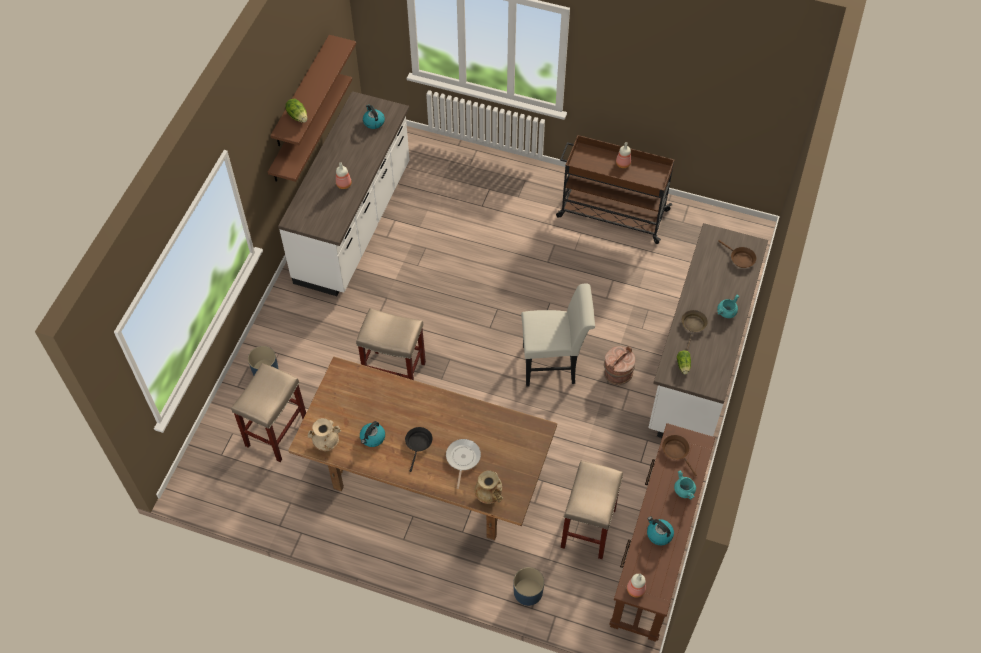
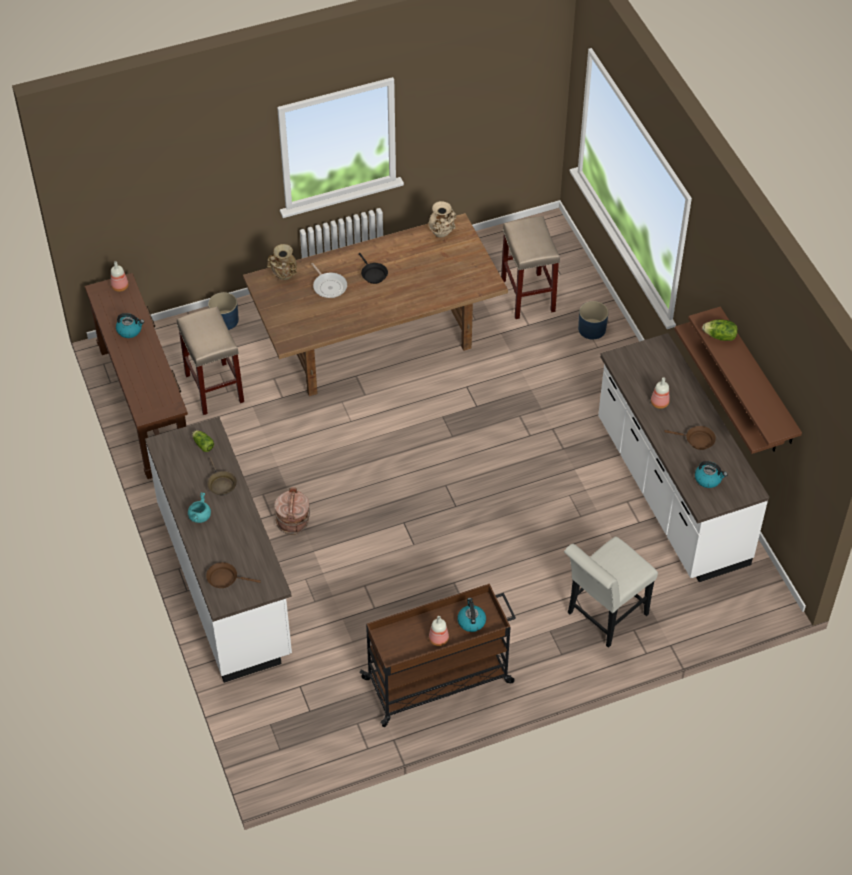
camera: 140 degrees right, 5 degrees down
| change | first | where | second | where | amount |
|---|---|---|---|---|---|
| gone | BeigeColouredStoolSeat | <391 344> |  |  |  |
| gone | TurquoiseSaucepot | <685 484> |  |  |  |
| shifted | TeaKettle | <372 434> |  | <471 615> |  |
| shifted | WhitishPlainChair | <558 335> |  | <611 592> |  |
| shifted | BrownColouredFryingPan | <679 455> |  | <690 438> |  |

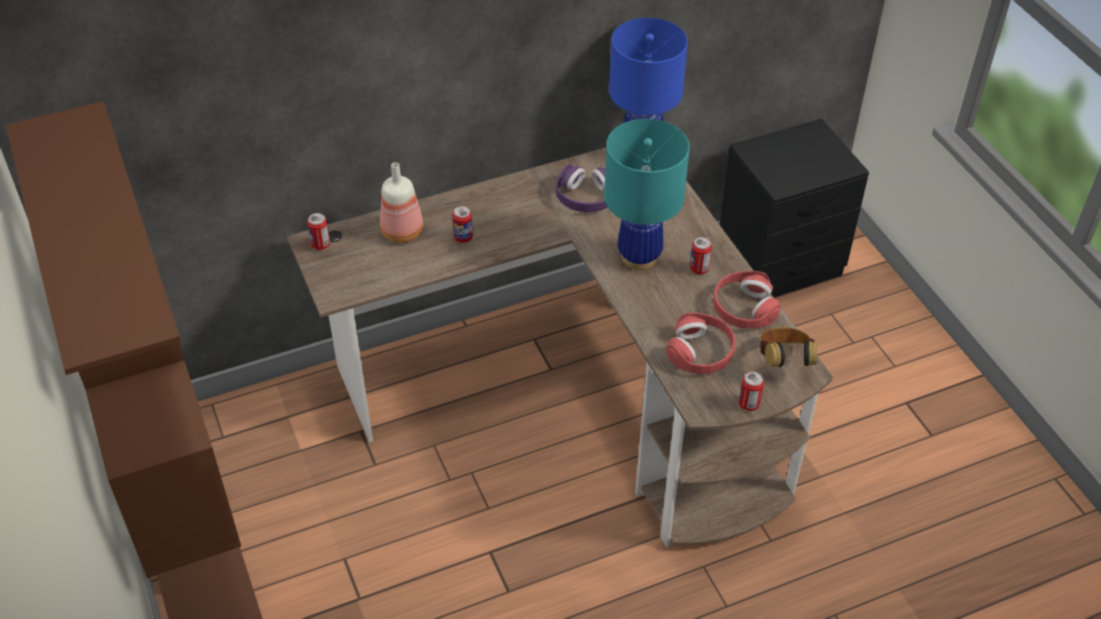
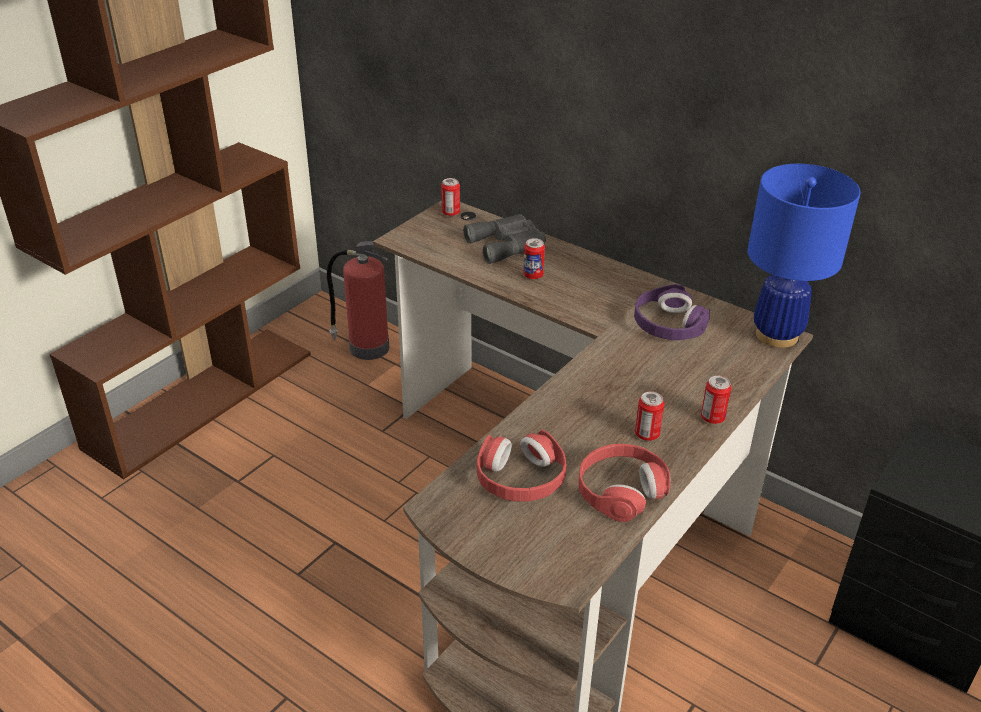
camera: 60 degrees right, 10 degrees down
| change | first | where | second | where | amount |
|---|---|---|---|---|---|
| gone | TurquoiseLampForATable | <647 194> |  |  |  |
| gone | Headphones | <788 347> |  |  |  |
| new |  |  | Extinguisher | <358 300> |  |
| shifted | MetalCan | <751 391> |  | <716 400> |  |
| swapped | BeverageBottle | <402 202> | GrayBinoculars | <504 239> |  |

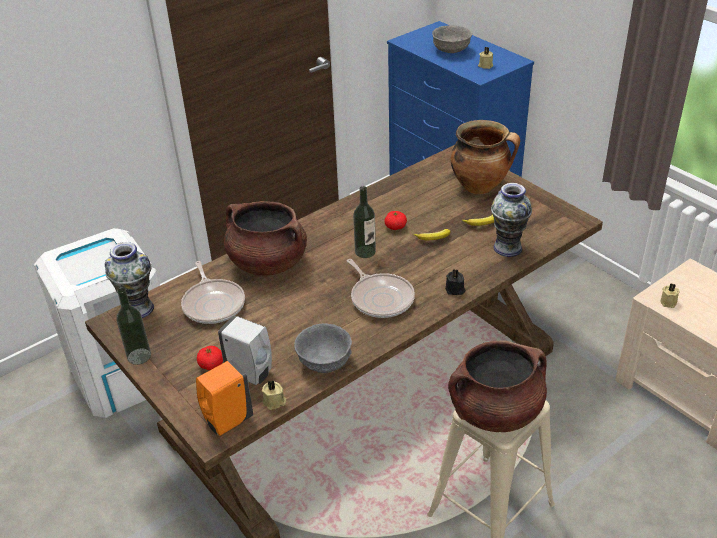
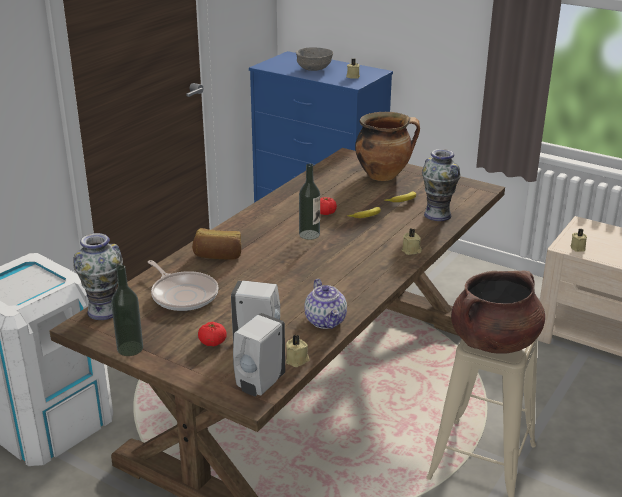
camera: 20 degrees left, 10 degrees down
| change | first | where | second | where | amount |
|---|---|---|---|---|---|
| gone | FryingPan | <381 288> |  |  |  |
| swapped | BrownColouredSaucepot | <265 238> | BakedBread | <216 244> |  |
| swapped | GrayDeepDish | <323 348> | TeaPot | <325 304> |  |
| repainted | OrangeColouredSoapDispenser | <224 397> | WhitishSoapDispenser | <259 355> |  |
| repainted | BlackishWaxLight | <455 282> | BeigeColouredWaxLight | <412 241> |  |

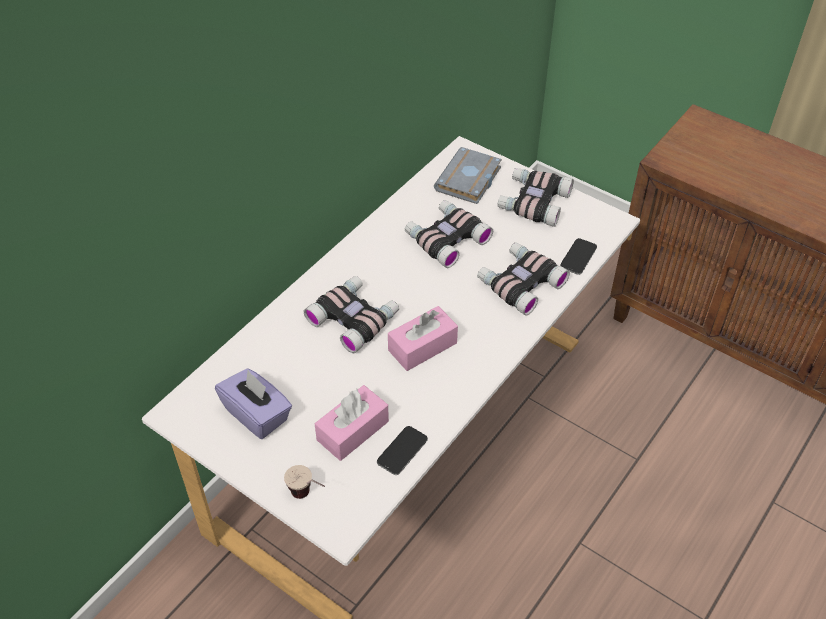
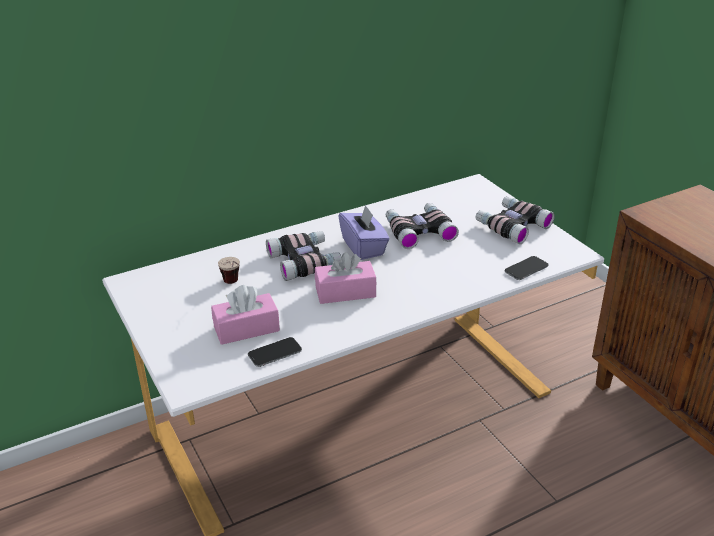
camera: 25 degrees right, 15 degrees down
| change | first | where | second | where | amount |
|---|---|---|---|---|---|
| gone | GrayVolume | <468 175> |  |  |  |
| gone | Binoculars | <523 279> |  |  |  |
| shifted | PurpleColouredTissueBox | <253 404> |  | <364 232> |  |
| shifted | DrinkingCup | <304 482> |  | <229 270> |  |

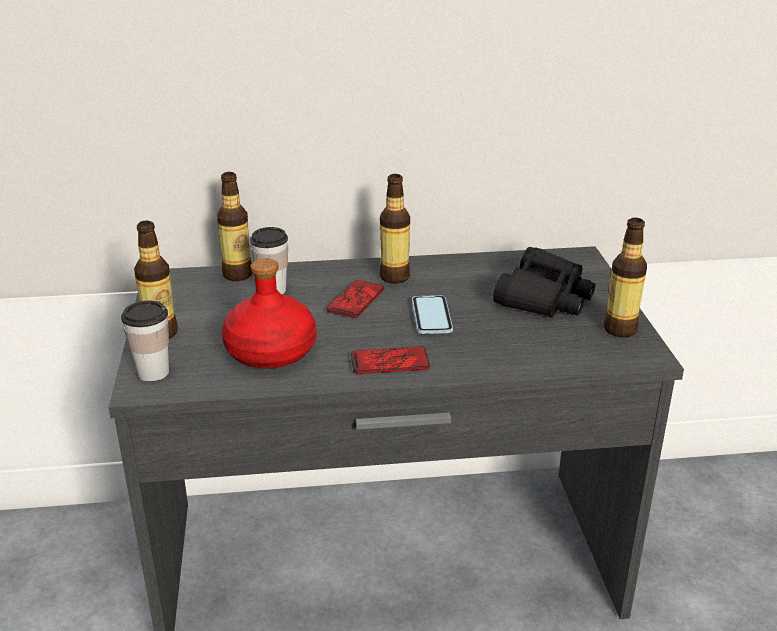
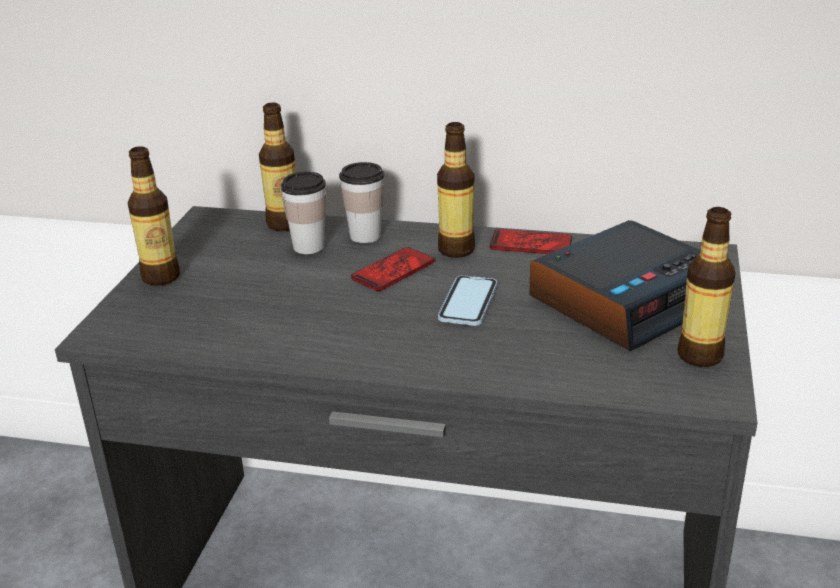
camera: 20 degrees right, 0 degrees up
| change | first | where | second | where | amount |
|---|---|---|---|---|---|
| gone | RedColouredBeverageBottle | <269 313> |  |  |  |
| shifted | DrinkingCup | <145 341> |  | <361 202> |  |
| shifted | Telephone | <390 360> |  | <531 241> |  |
| swapped | BlackishBinoculars | <544 282> | BedsideClock | <614 285> |  |

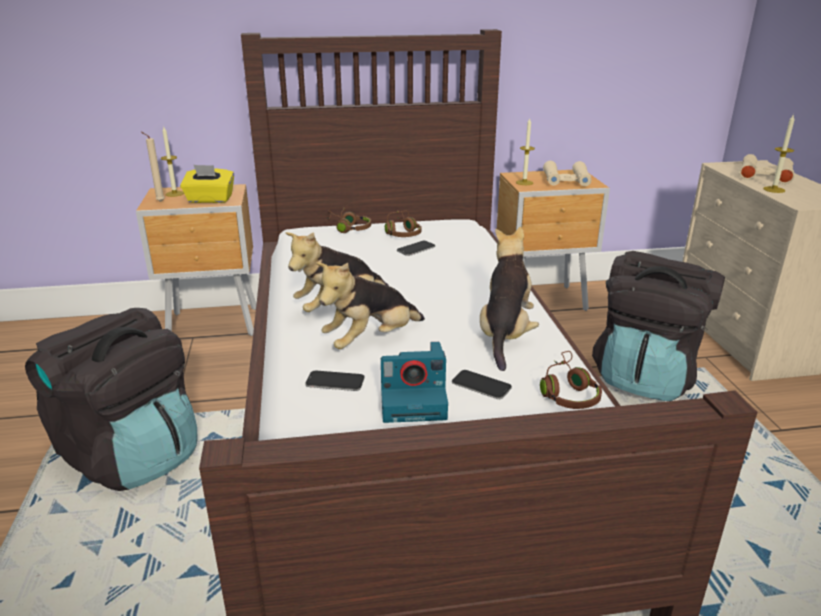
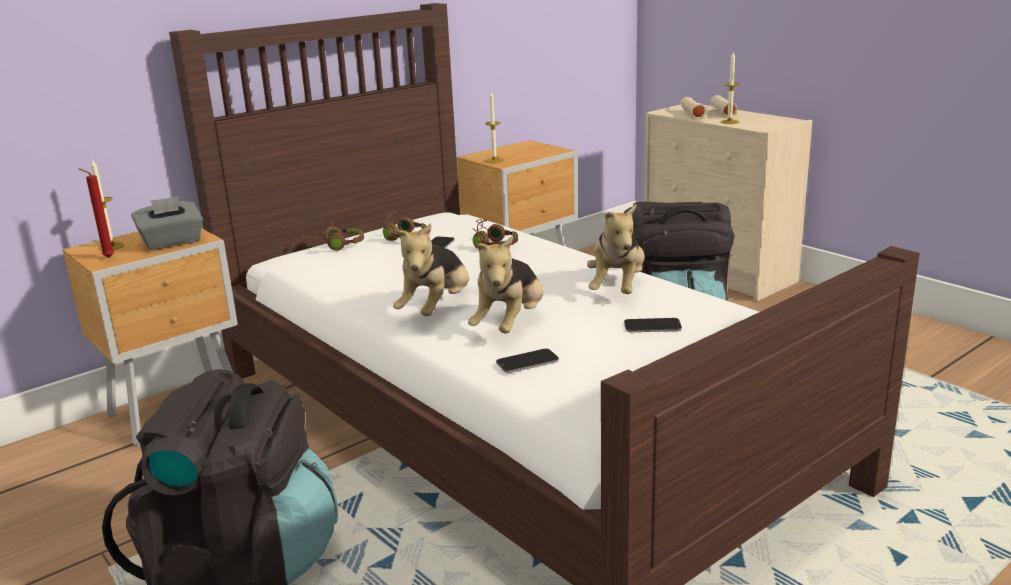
camera: 30 degrees left, 5 degrees down
| change | first | where | second | where | amount |
|---|---|---|---|---|---|
| gone | StillCamera | <414 382> |  |  |  |
| gone | BeigeColouredBinoculars | <567 173> |  |  |  |
| shifted | BrownColouredHeadphones | <571 380> |  | <495 233> |  |
| repainted | BeigeColouredWaxLight | <153 167> | RedColouredWaxLight | <96 213> |  |
| repainted | YellowishTissueBox | <207 184> | GrayTissueBox | <167 223> |  |
| rotated | PlushToy | <509 299> |  | <616 249> | 150 degrees counterclockwise |

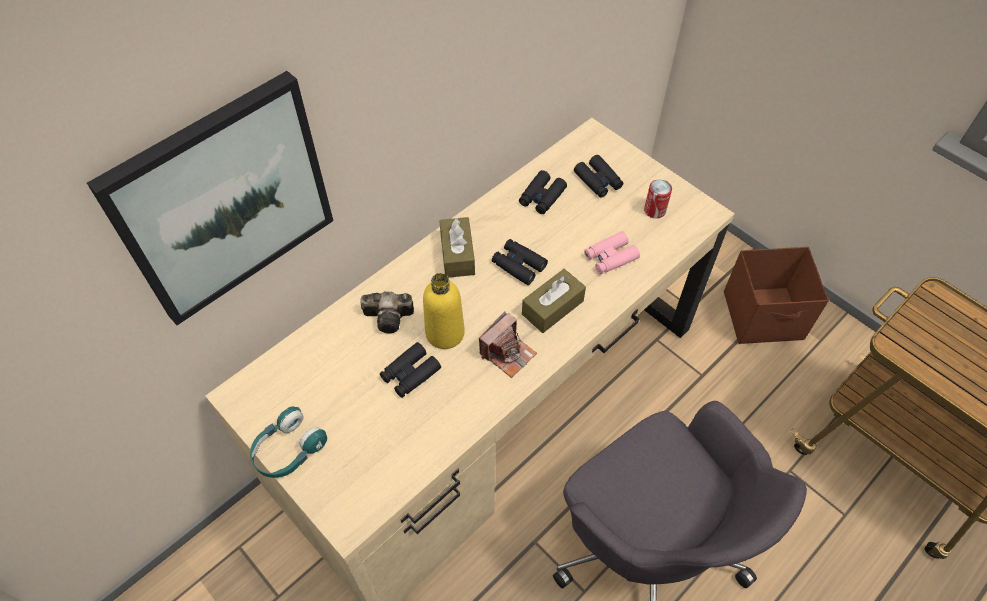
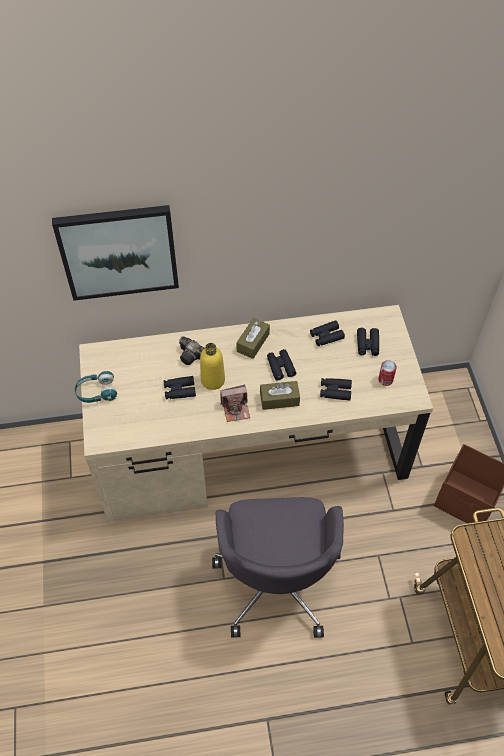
camera: 35 degrees right, 0 degrees up
| change | first | where | second | where | amount |
|---|---|---|---|---|---|
| repainted | PinkishBinoculars | <612 252> | BlackishBinoculars | <336 389> |  |

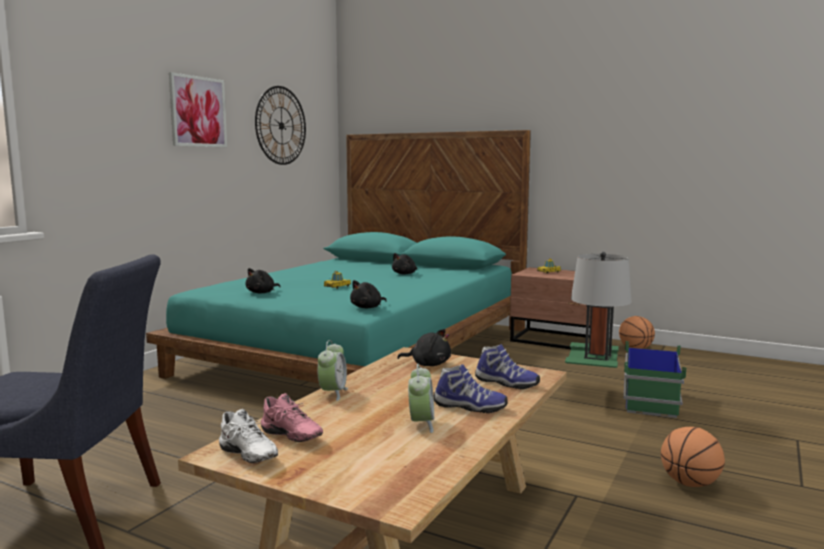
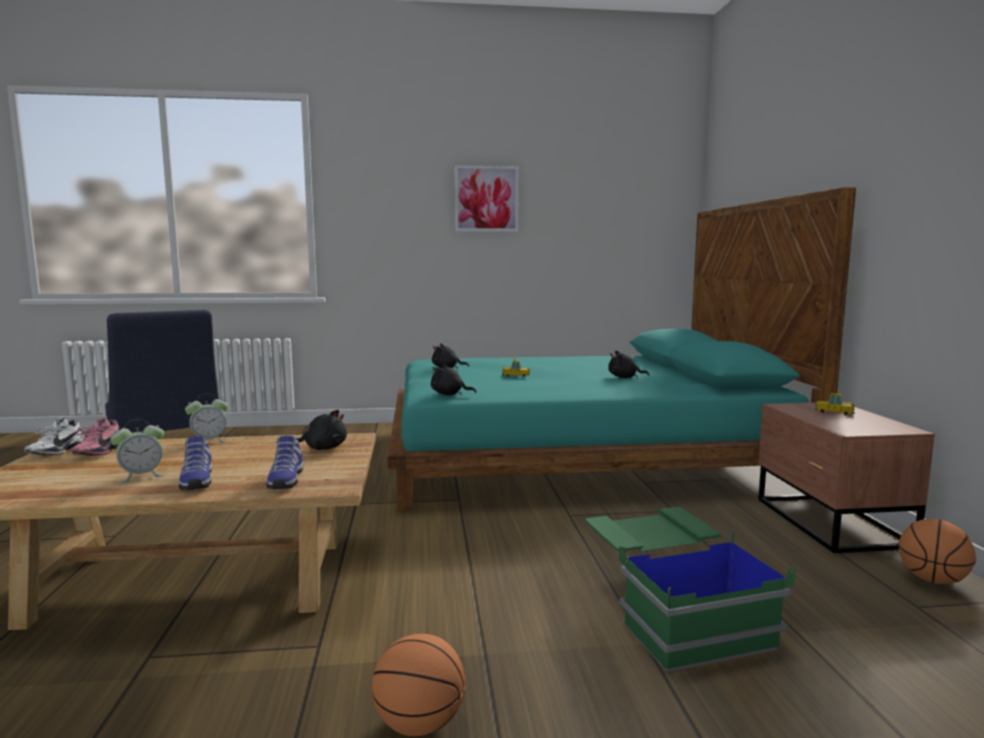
camera: 55 degrees right, 0 degrees up
| change | first | where | second | where | amount |
|---|---|---|---|---|---|
| gone | ClockOnTheWall | <280 125> |  |  |  |
| gone | GrayLampForATable | <601 306> |  |  |  |
| rotated | BlackishPlushToy | <424 347> |  | <322 430> | 75 degrees counterclockwise |

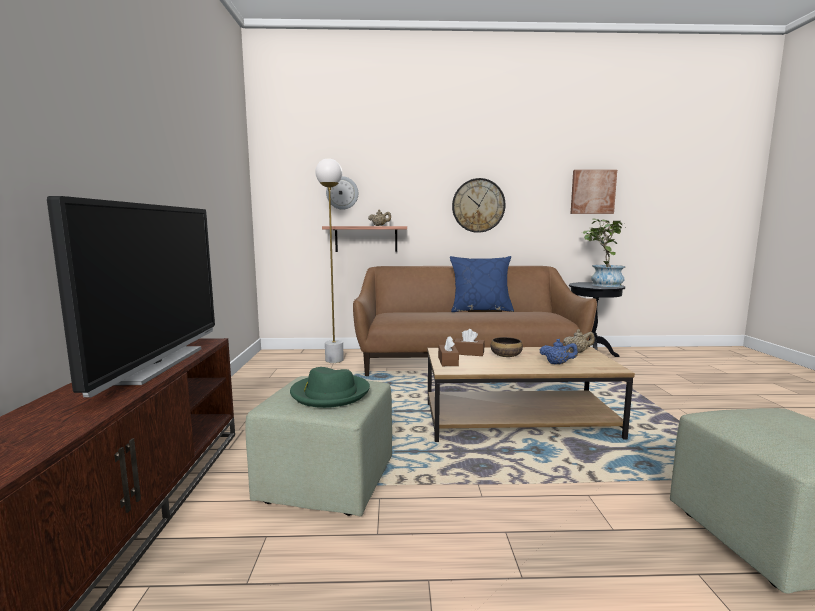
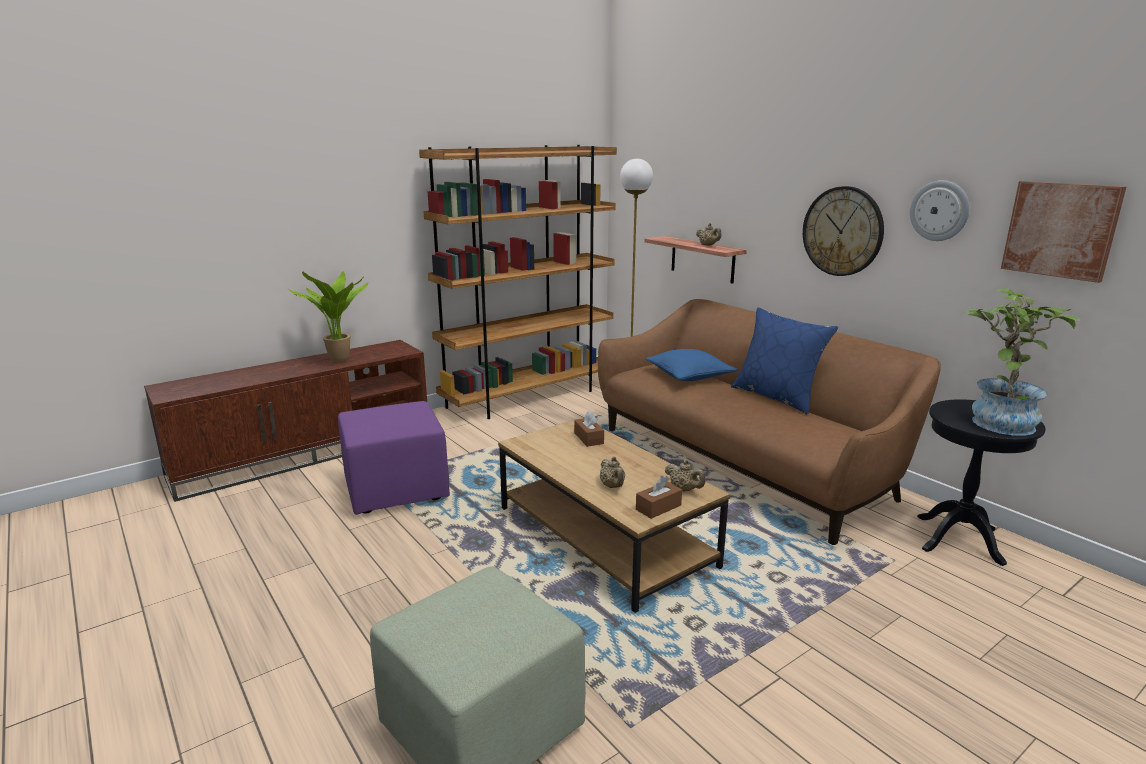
camera: 55 degrees right, 10 degrees up
| change | first | where | second | where | amount |
|---|---|---|---|---|---|
| gone | GreenColouredHat | <330 387> |  |  |  |
| gone | DeepDish | <507 347> |  |  |  |
| new |  |  | BrownColouredShelvingUnit | <518 282> |  |
| new |  |  | BlueColouredThrowPillow | <692 365> |  |
| shifted | ClockOnTheWall | <342 193> |  | <940 210> |  |
| shifted | BrownColouredTissueBox | <448 351> |  | <659 497> |  |
| swapped | Tv | <131 296> | PottedPlant | <327 316> |  |
| repainted | GreenColouredFootrest | <319 446> | PurpleColouredFootrest | <394 458> |  |
| repainted | BlueColouredTeaPot | <559 352> | BeigeColouredTeaPot | <612 472> |  |

